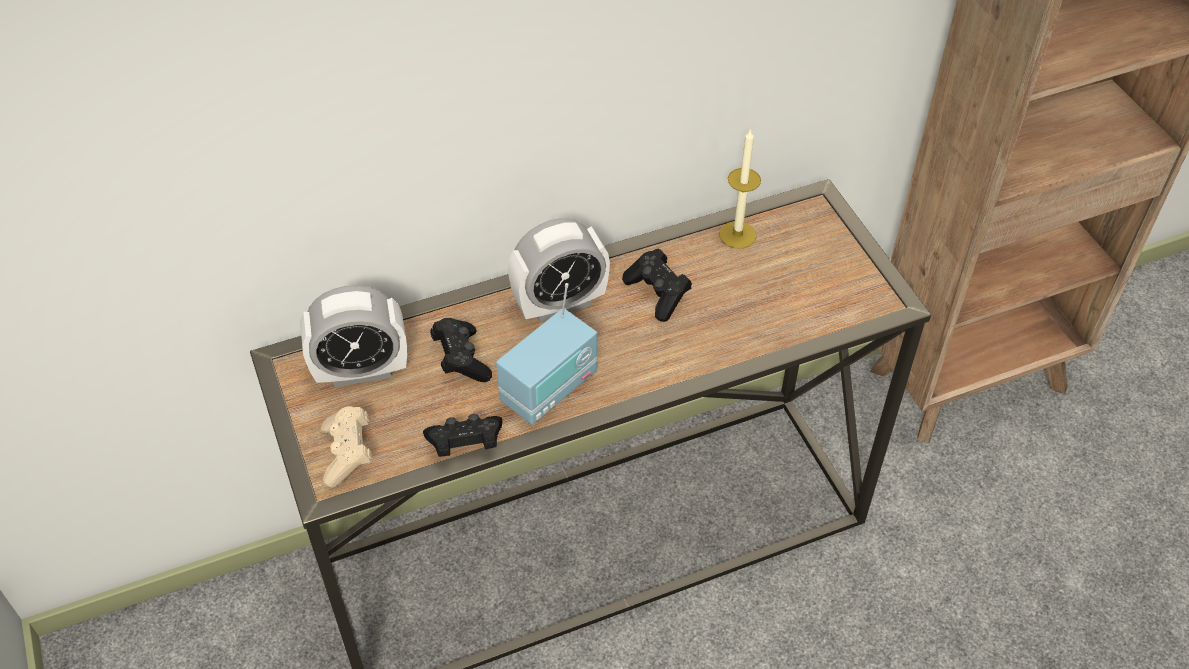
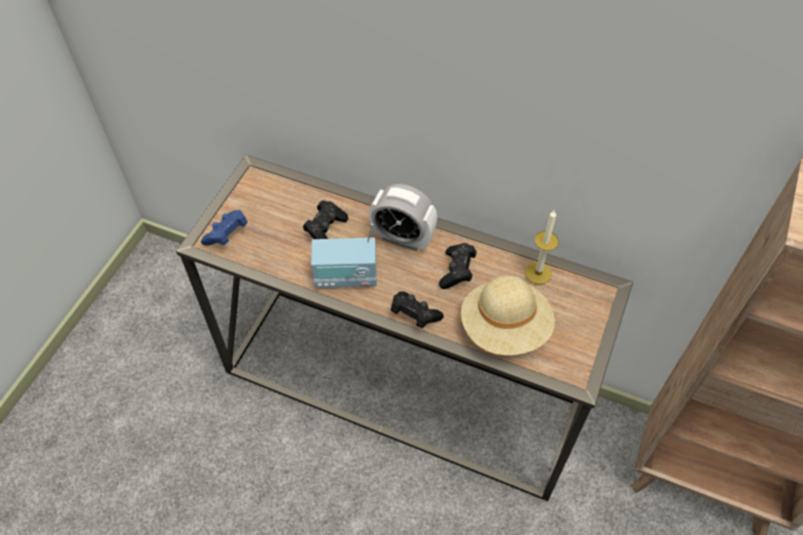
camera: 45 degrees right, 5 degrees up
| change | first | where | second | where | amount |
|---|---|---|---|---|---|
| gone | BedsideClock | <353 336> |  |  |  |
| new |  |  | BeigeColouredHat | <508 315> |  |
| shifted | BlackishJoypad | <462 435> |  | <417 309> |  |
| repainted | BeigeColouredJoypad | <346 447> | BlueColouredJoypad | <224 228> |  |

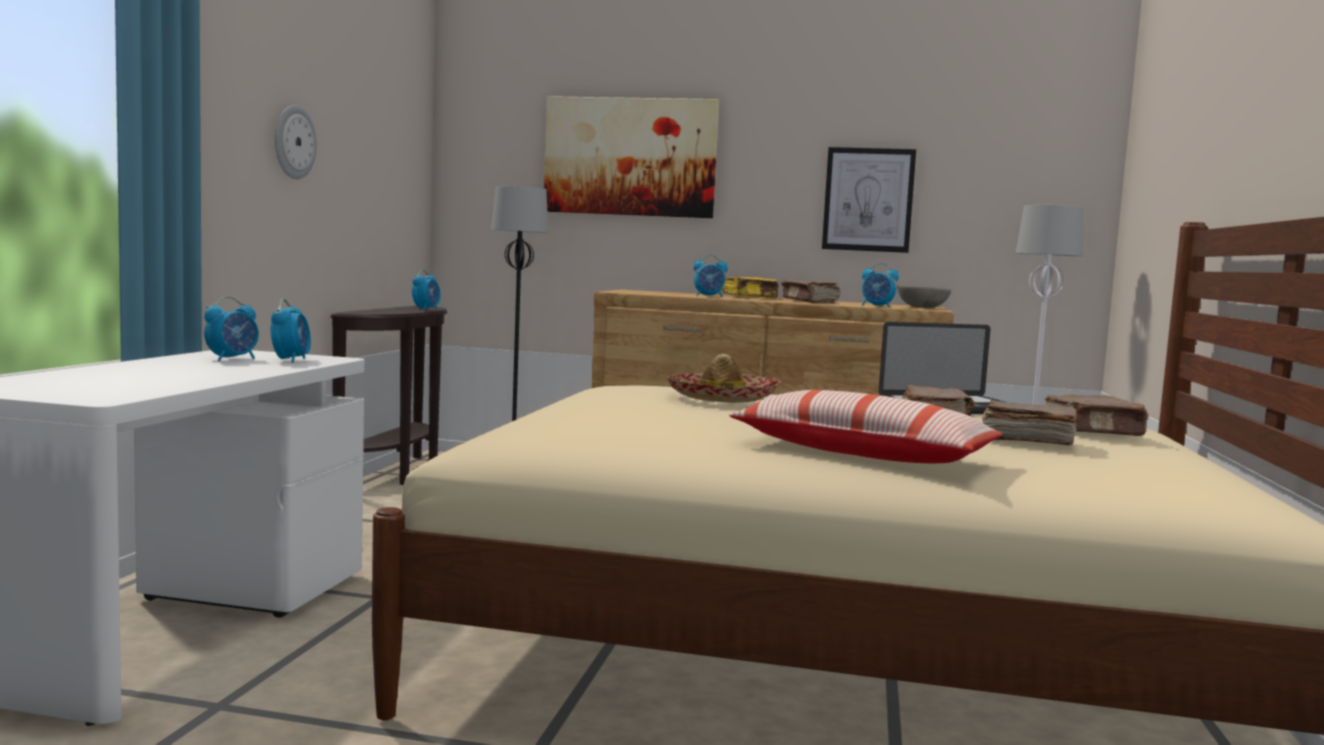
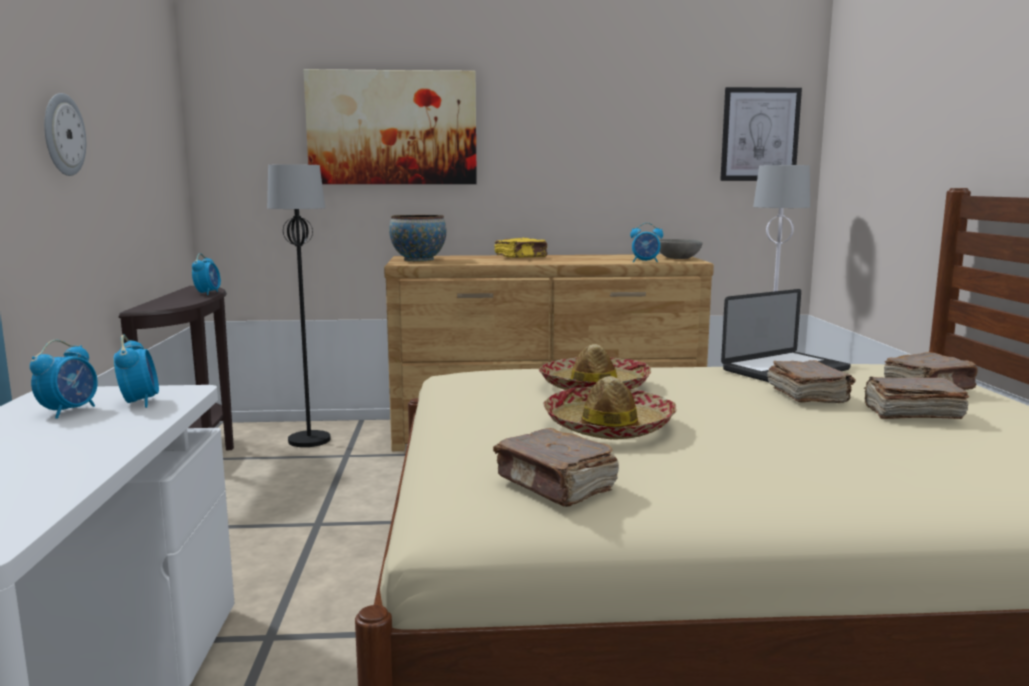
camera: 15 degrees left, 5 degrees up
| change | first | where | second | where | amount |
|---|---|---|---|---|---|
| gone | BedsideClock | <710 276> |  |  |  |
| gone | ThrowPillow | <866 426> |  |  |  |
| new |  |  | DeepDish | <417 238> |  |
| new |  |  | Hat | <610 408> |  |
| shifted | BrownColouredVolume | <810 291> |  | <556 467> |  |
| shifted | WallPicture | <869 200> |  | <761 134> |  |

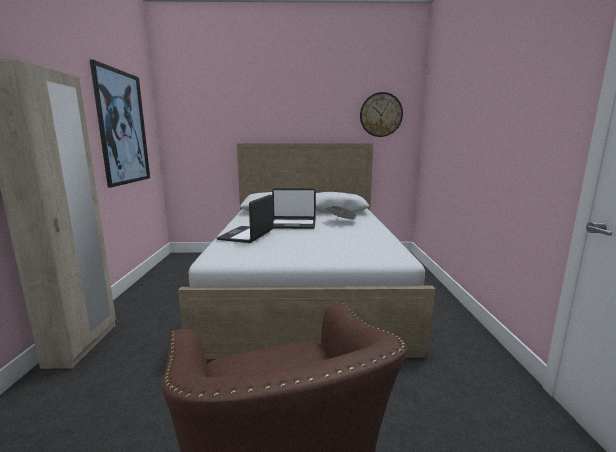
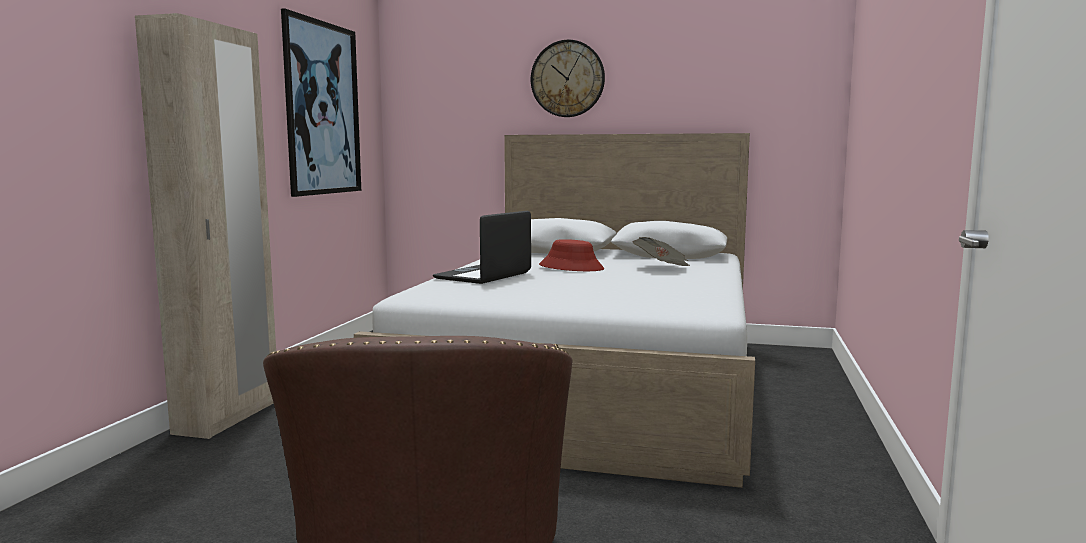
camera: 15 degrees right, 5 degrees down
| change | first | where | second | where | amount |
|---|---|---|---|---|---|
| shifted | ClockOnTheWall | <381 114> |  | <568 78> |  |
| swapped | Laptop | <294 208> | RedColouredHat | <571 255> |  |

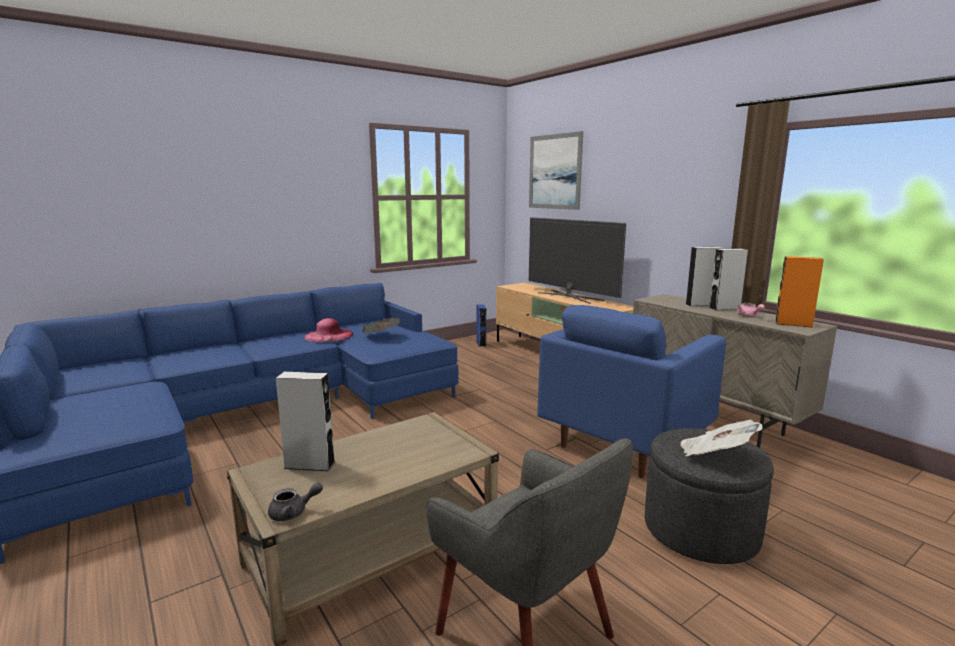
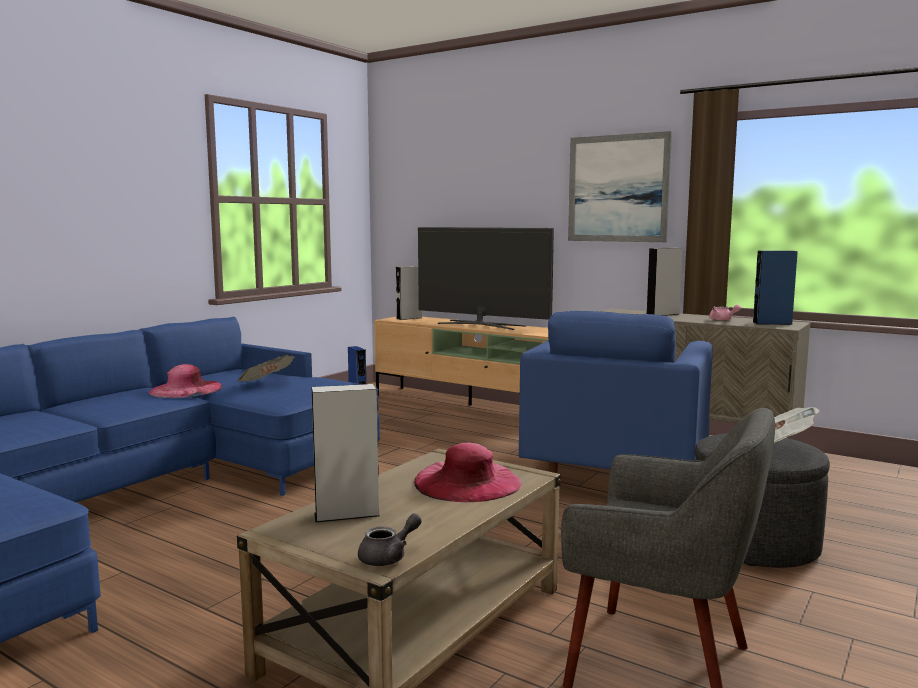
camera: 20 degrees left, 5 degrees down
| change | first | where | second | where | amount |
|---|---|---|---|---|---|
| new |  |  | PinkishHat | <468 472> |  |
| shifted | WallPicture | <556 170> |  | <620 186> |  |
| shifted | GrayLoudspeaker | <728 279> |  | <409 293> |  |
| repainted | OrangeColouredLoudspeaker | <799 292> | BlueColouredLoudspeaker | <775 287> |  |

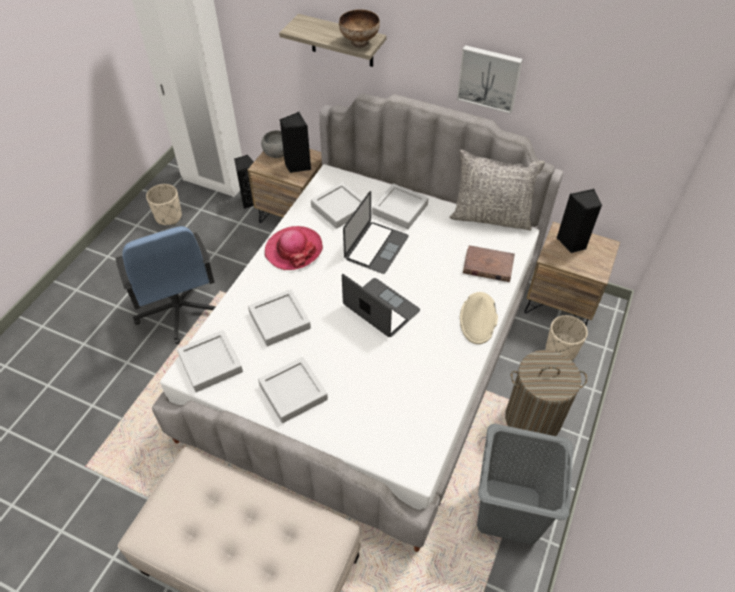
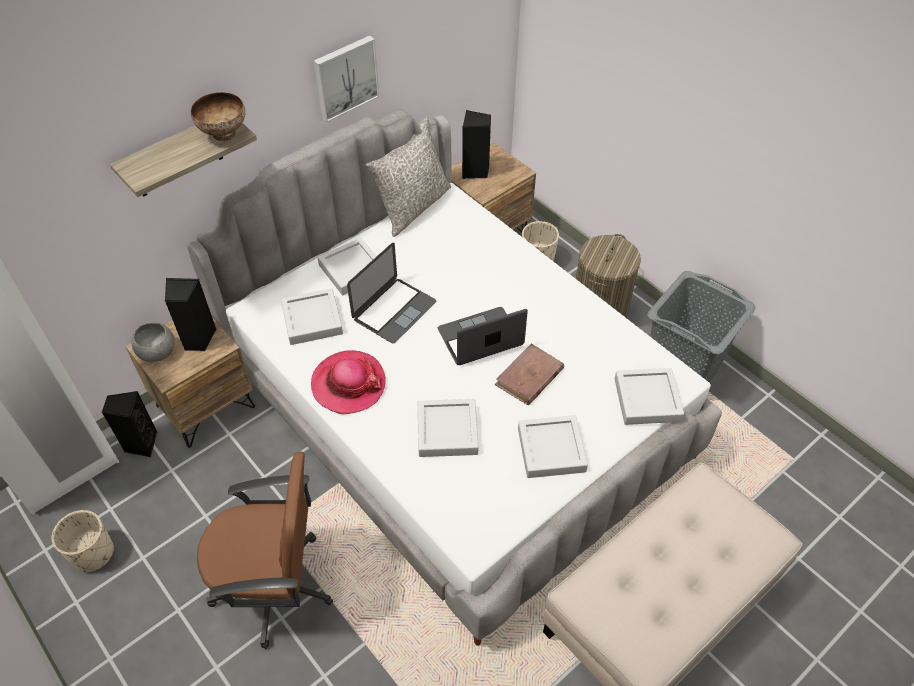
camera: 65 degrees left, 0 degrees up
| change | first | where | second | where | amount |
|---|---|---|---|---|---|
| gone | BeigeColouredHat | <479 318> |  |  |  |
| shifted | GrayCarryingTray | <210 361> |  | <649 396> |  |
| shifted | BrownColouredVolume | <489 263> |  | <529 375> |  |
| repainted | BlueColouredComputerChair | <165 285> | BrownColouredComputerChair | <265 550> |  |
| rotated | Laptop | <376 232> |  | <391 293> | 75 degrees clockwise |

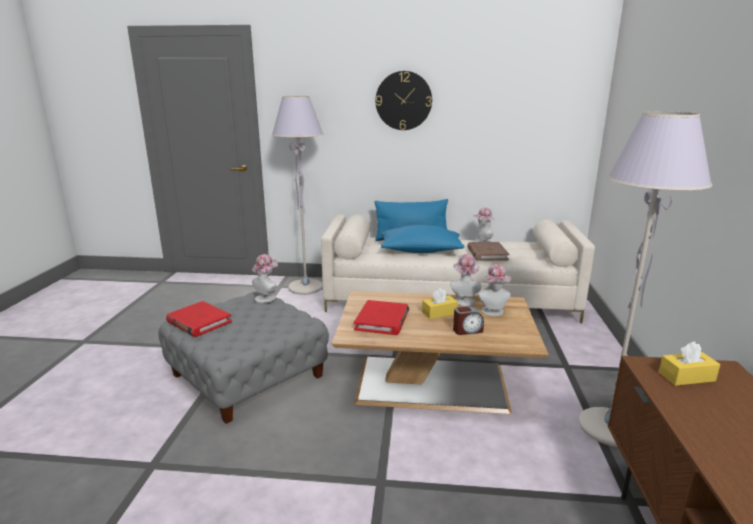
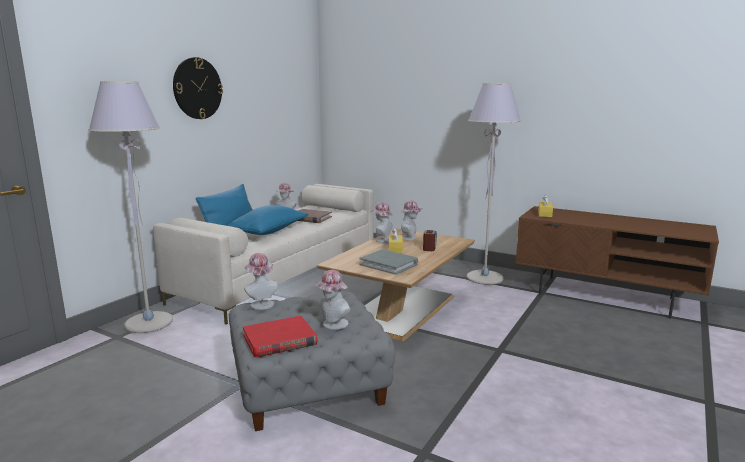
camera: 65 degrees left, 5 degrees down
| change | first | where | second | where | amount |
|---|---|---|---|---|---|
| new |  |  | Hat | <333 300> |  |
| repainted | RedColouredVolume | <381 317> | GrayVolume | <389 262> |  |

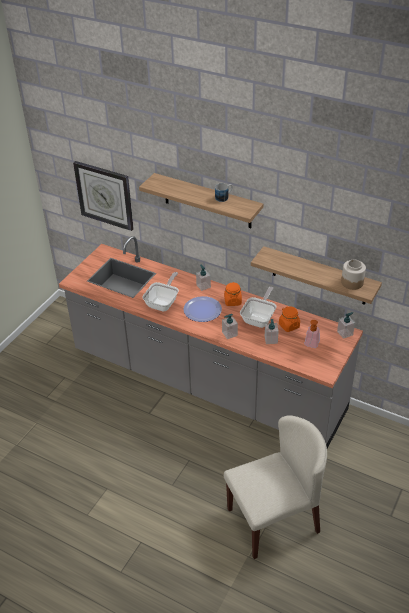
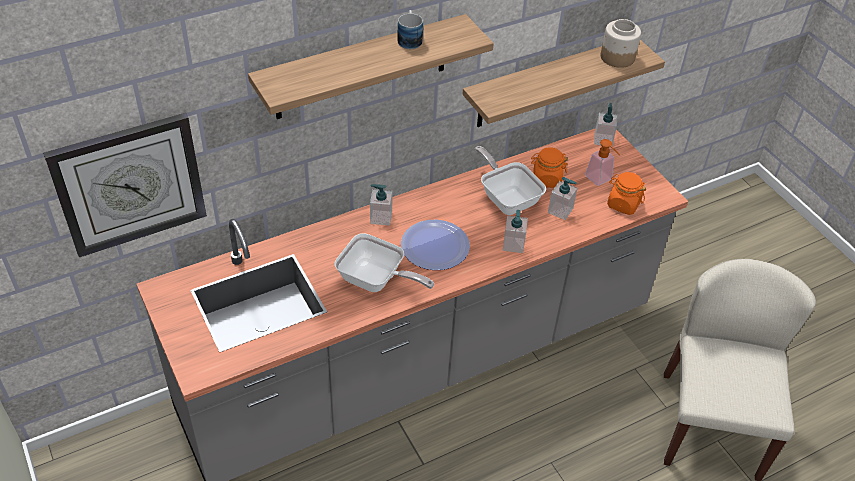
camera: 60 degrees left, 5 degrees up
| change | first | where | second | where | amount |
|---|---|---|---|---|---|
| shifted | OrangeColouredStorageJar | <233 294> |  | <626 193> |  |
| rotated | FryingPan | <160 291> |  | <384 262> | 150 degrees clockwise |

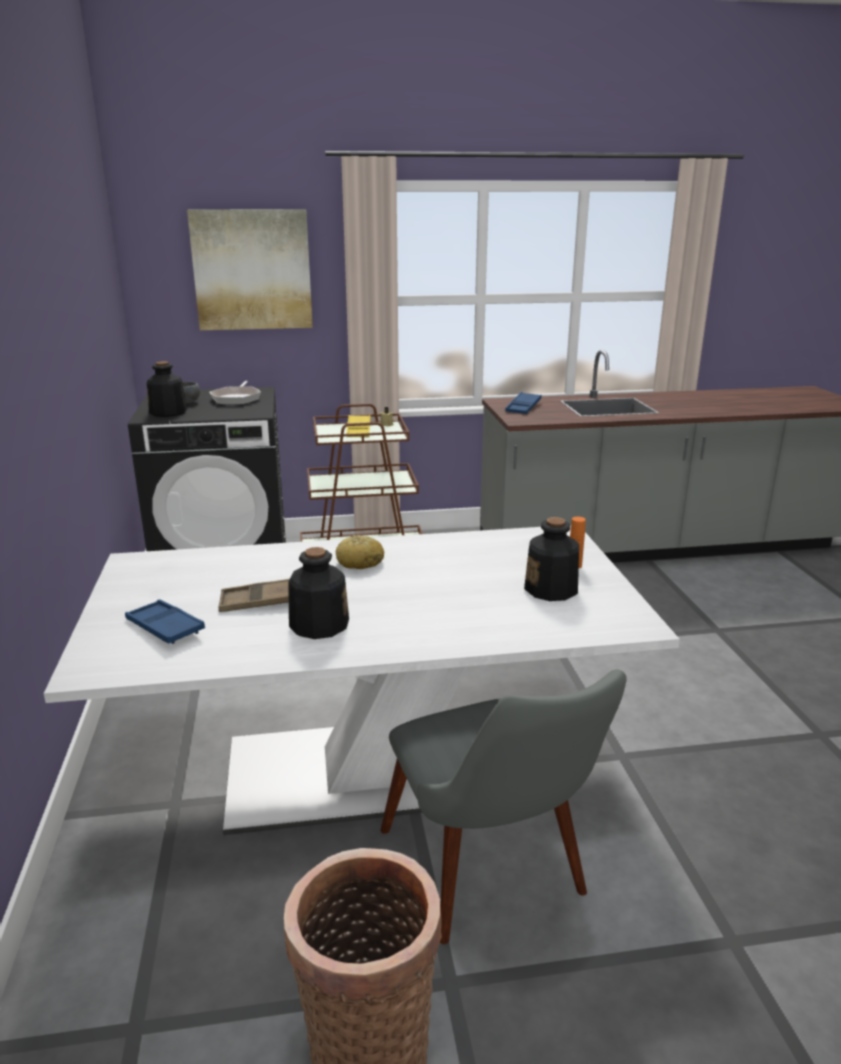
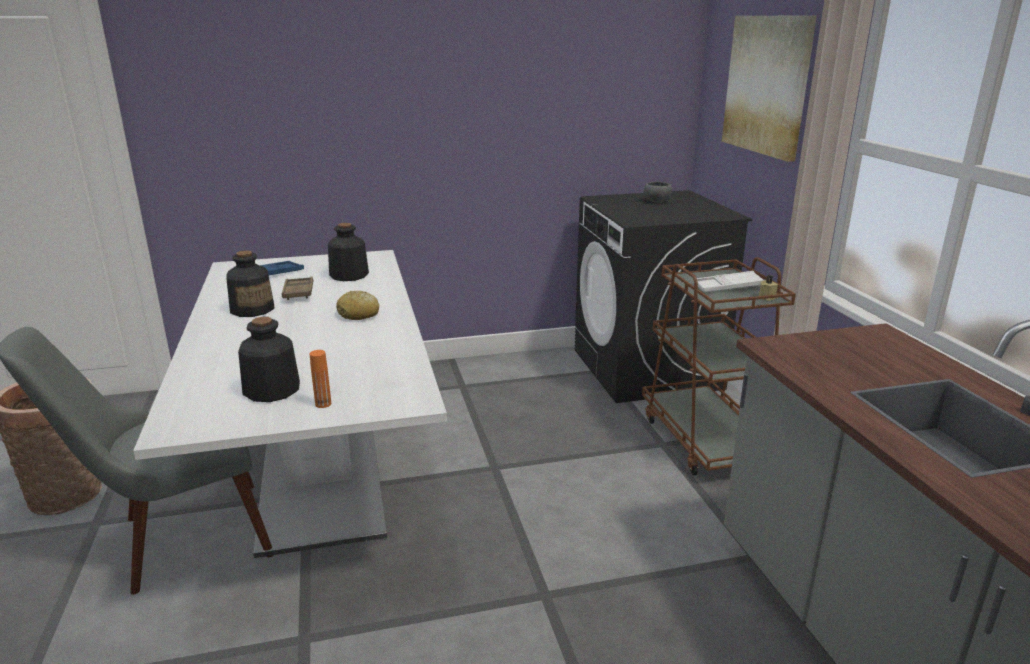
camera: 85 degrees right, 0 degrees up
| change | first | where | second | where | amount |
|---|---|---|---|---|---|
| gone | FryingPan | <235 392> |  |  |  |
| gone | BlueColouredCarryingTray | <523 403> |  |  |  |
| shifted | BeverageBottle | <167 389> |  | <348 252> |  |
| repainted | YellowishCarryingTray | <358 426> | WhitishCarryingTray | <730 281> |  |

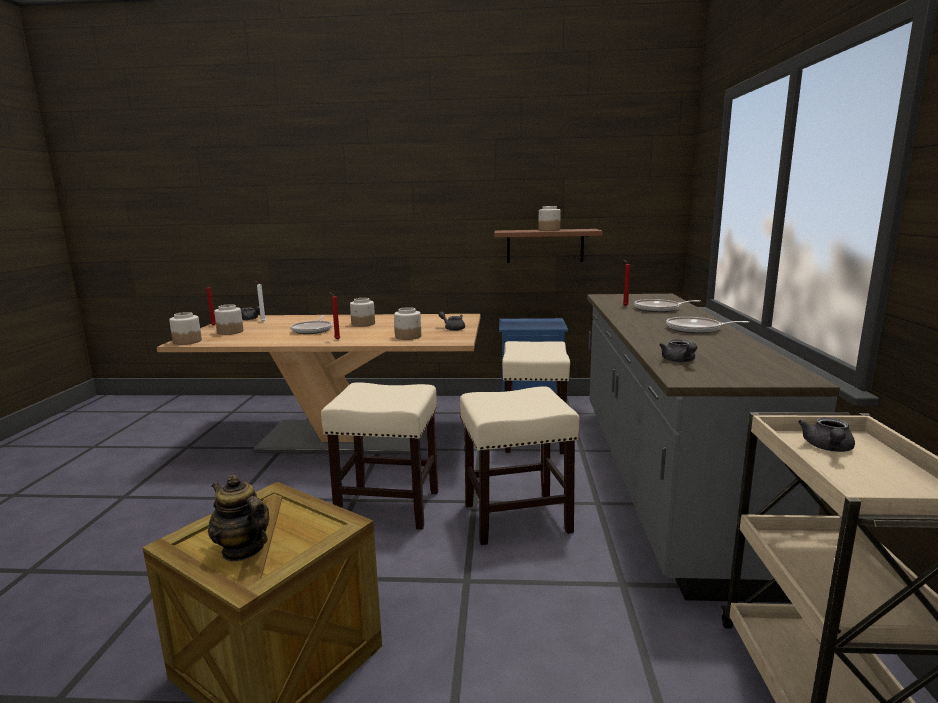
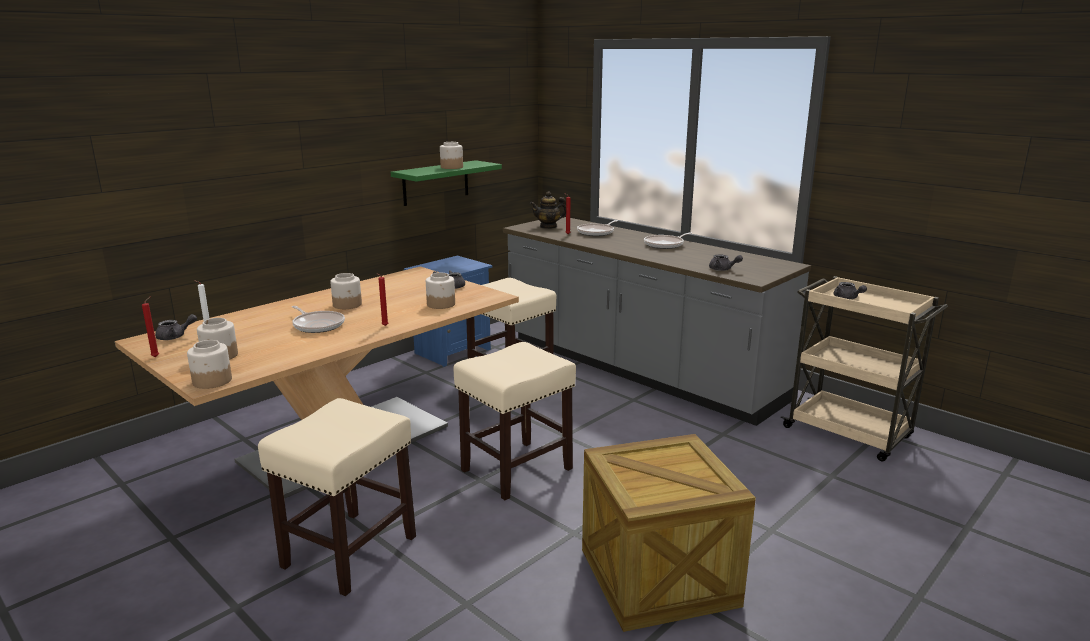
camera: 50 degrees left, 5 degrees up
| change | first | where | second | where | amount |
|---|---|---|---|---|---|
| shifted | TeaPot | <238 518> |  | <548 210> |  |
| shifted | BeigeColouredStoolSeat | <519 465> |  | <337 497> |  |
| repainted | BrownColouredShelf | <548 246> | GreenColouredShelf | <446 183> |  |

